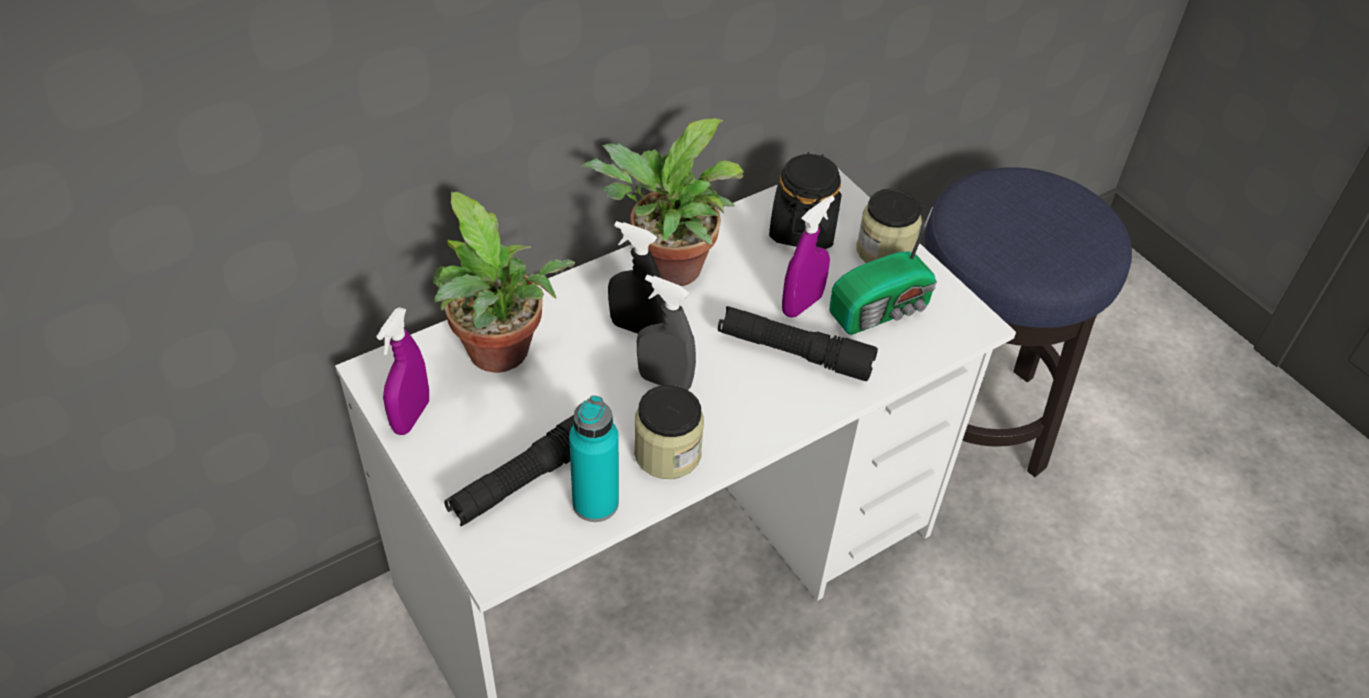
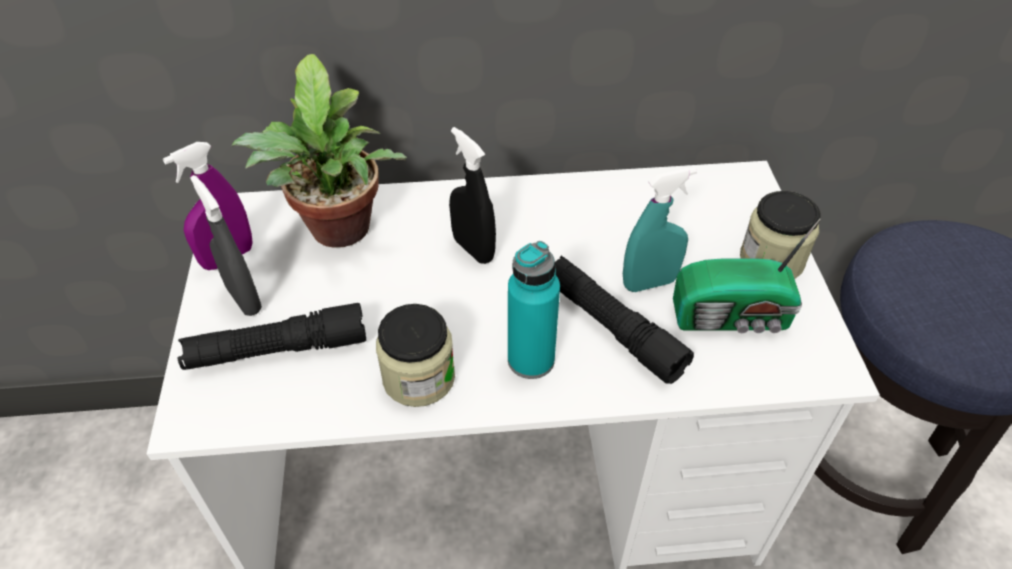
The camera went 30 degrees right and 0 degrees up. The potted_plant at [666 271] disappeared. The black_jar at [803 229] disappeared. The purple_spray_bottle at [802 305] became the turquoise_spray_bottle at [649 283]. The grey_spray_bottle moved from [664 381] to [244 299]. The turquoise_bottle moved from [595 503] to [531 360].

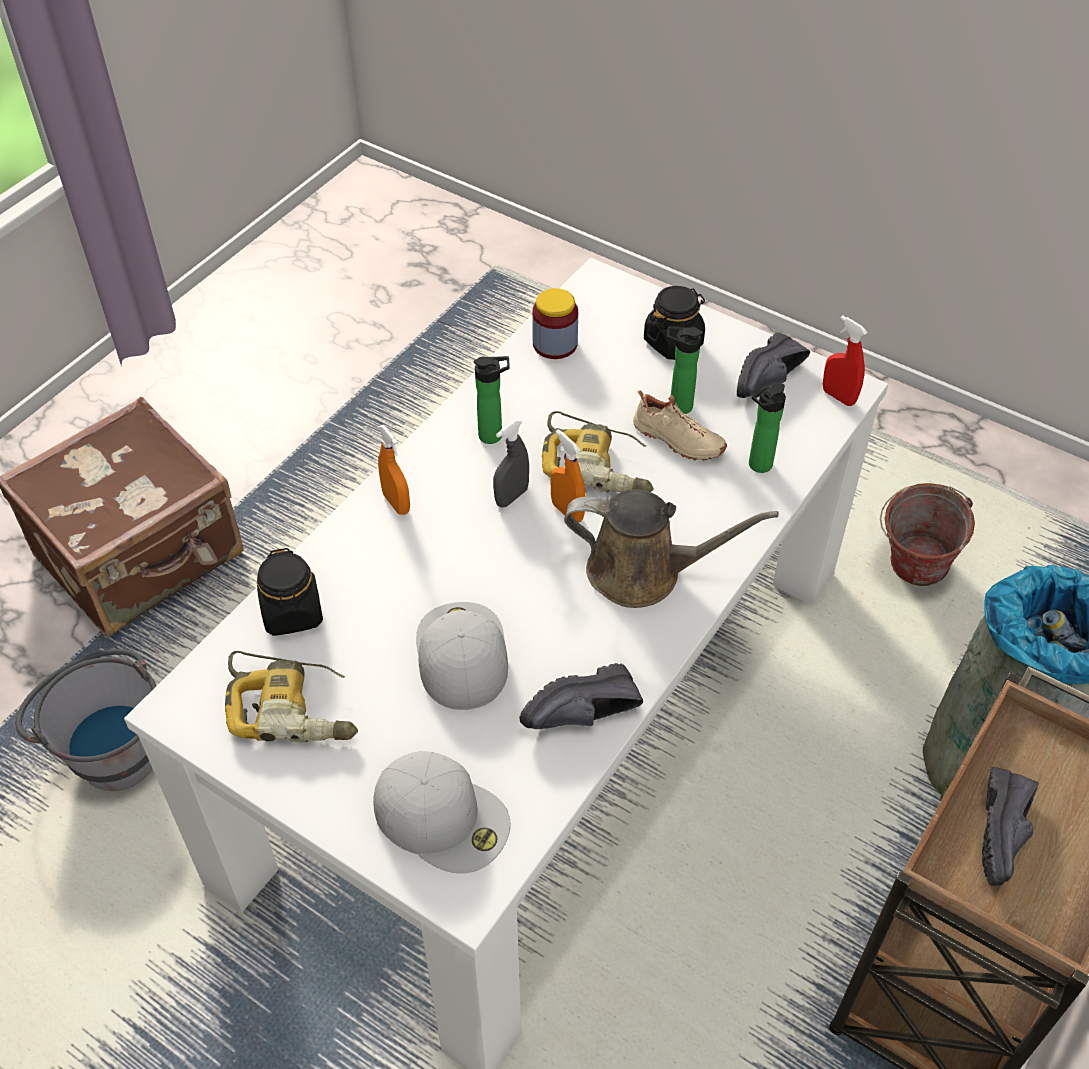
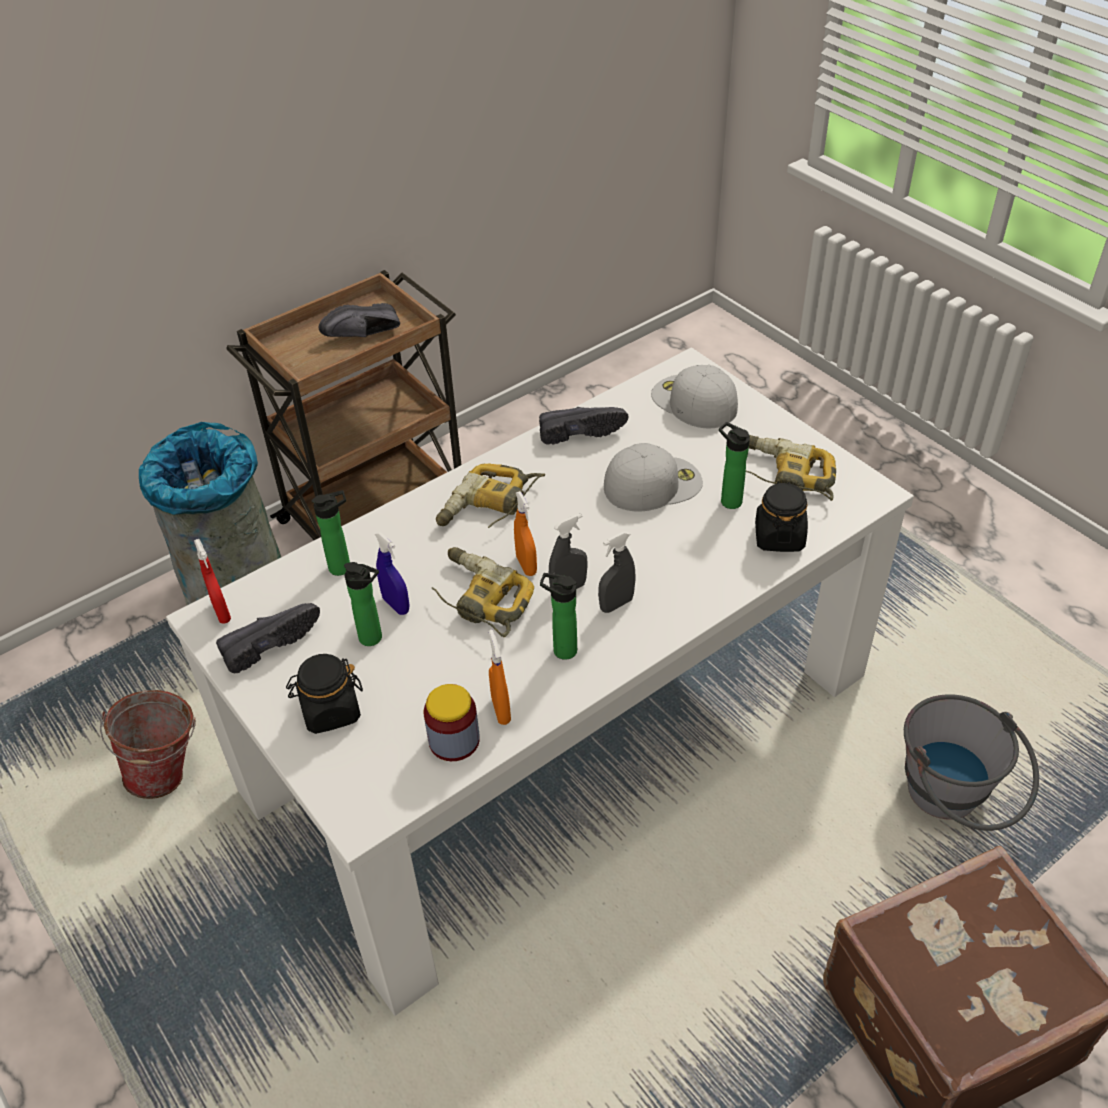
The camera went 160 degrees left and 5 degrees down. The beige_shoe at [677 441] was replaced by the blue_spray_bottle at [396 605]. The orange_spray_bottle moved from [396 503] to [501 710]. The brown_watering_can at [643 572] was replaced by the power_drill at [489 507]. The white_cap at [460 654] turned 120 degrees counterclockwise. The black_shoe at [1006 836] turned 150 degrees counterclockwise. The bottle at [728 500] appeared. The grey_spray_bottle at [616 604] appeared.

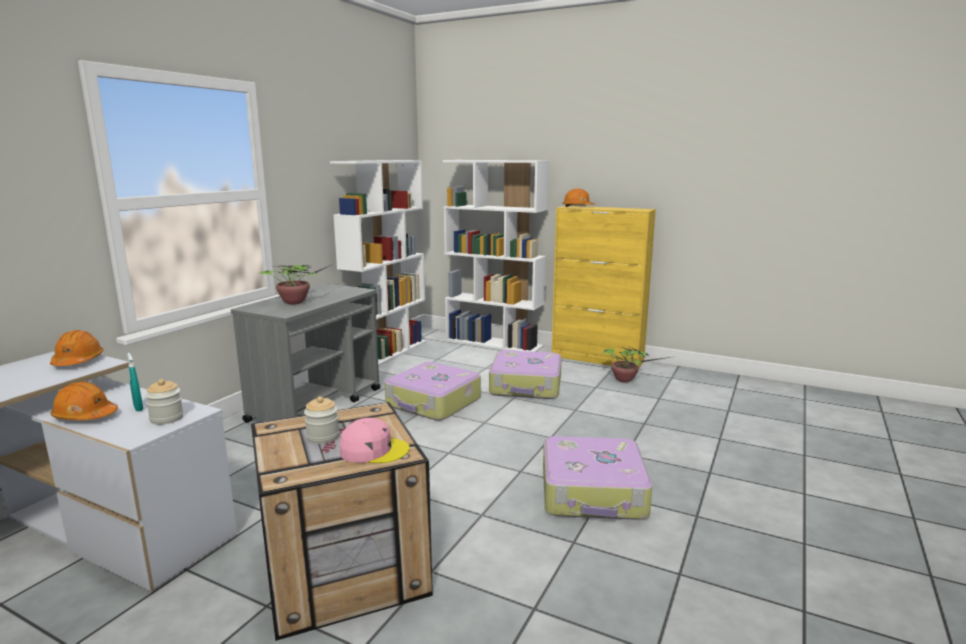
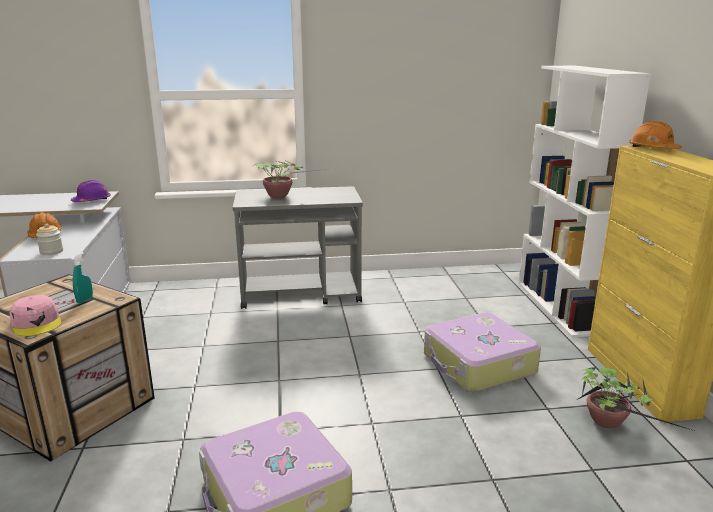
The camera went 55 degrees right and 5 degrees up. The white_bookcase at [387 353] disappeared. The orange_hard_hat at [78 361] became the purple_hard_hat at [92 201]. The turquoise_spray_bottle moved from [138 408] to [85 300]. The suitcase at [433 402] disappeared. The jar at [323 437] disappeared.

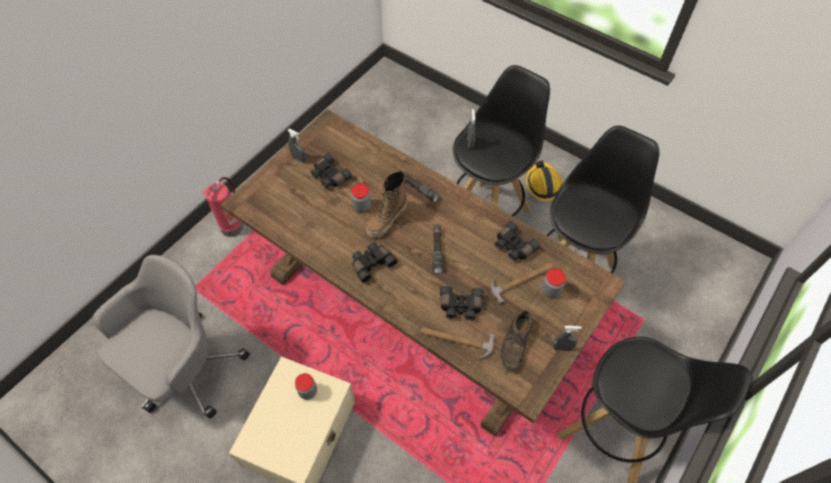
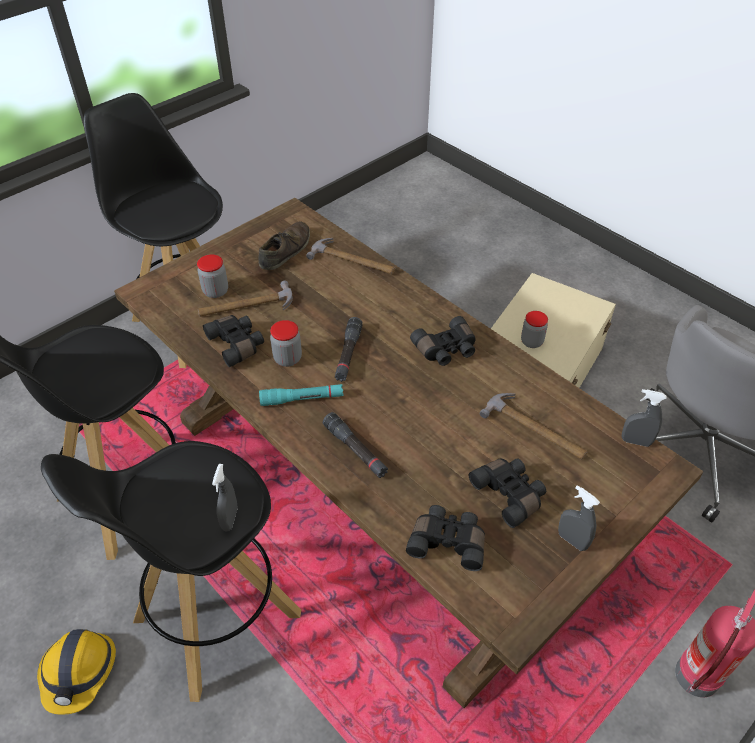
The camera went 170 degrees left and 10 degrees down. The boot at [387 219] disappeared. The jar moved from [361 206] to [287 359]. The black_binoculars moved from [460 307] to [448 541]. The grey_spray_bottle moved from [562 348] to [636 441]. The turquoise_flashlight at [302 399] appeared. The hammer at [535 430] appeared.

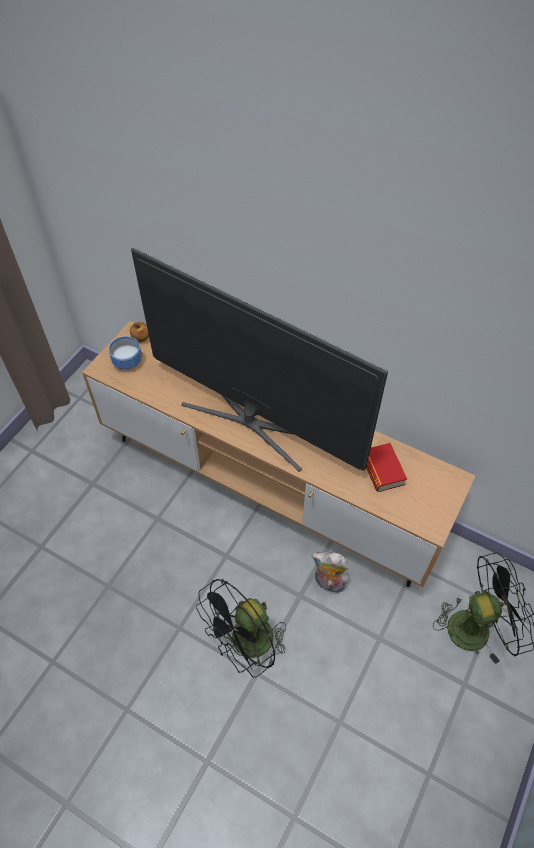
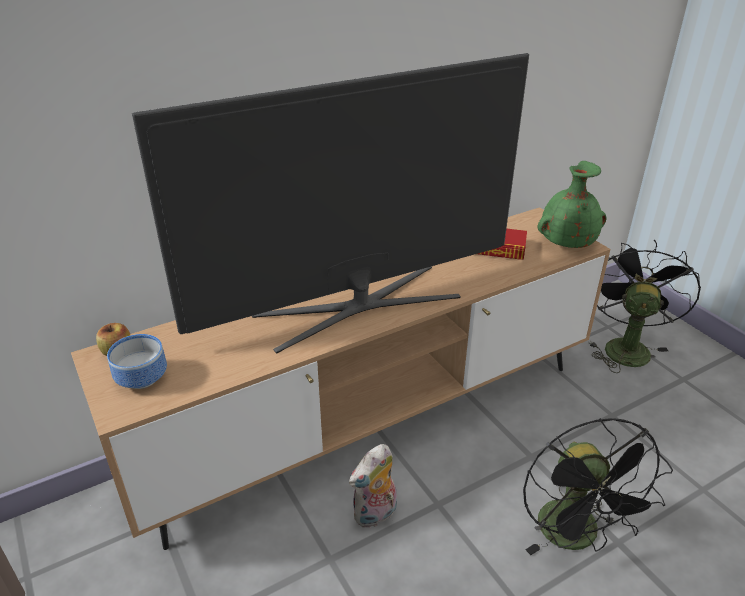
The camera went 60 degrees left and 20 degrees down. The plush_toy moved from [328 583] to [375 515]. The green_vase at [566 244] appeared.

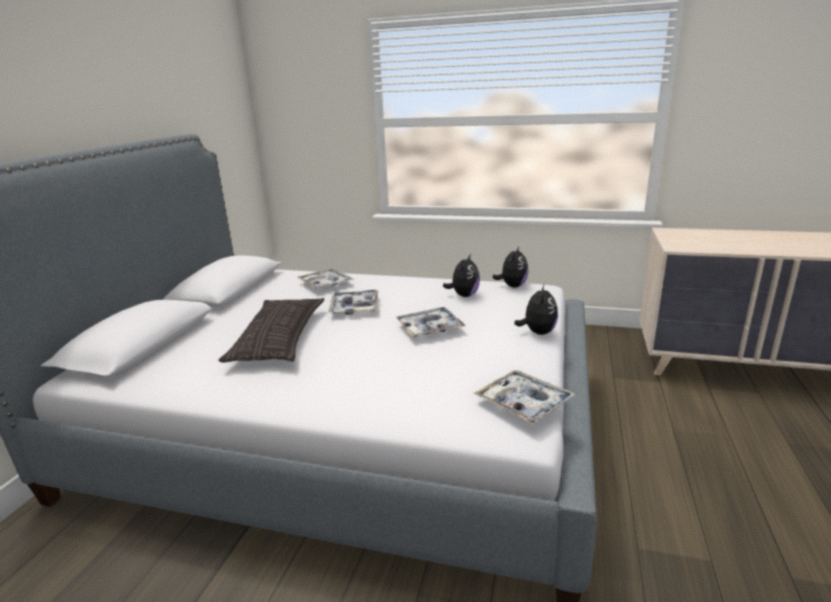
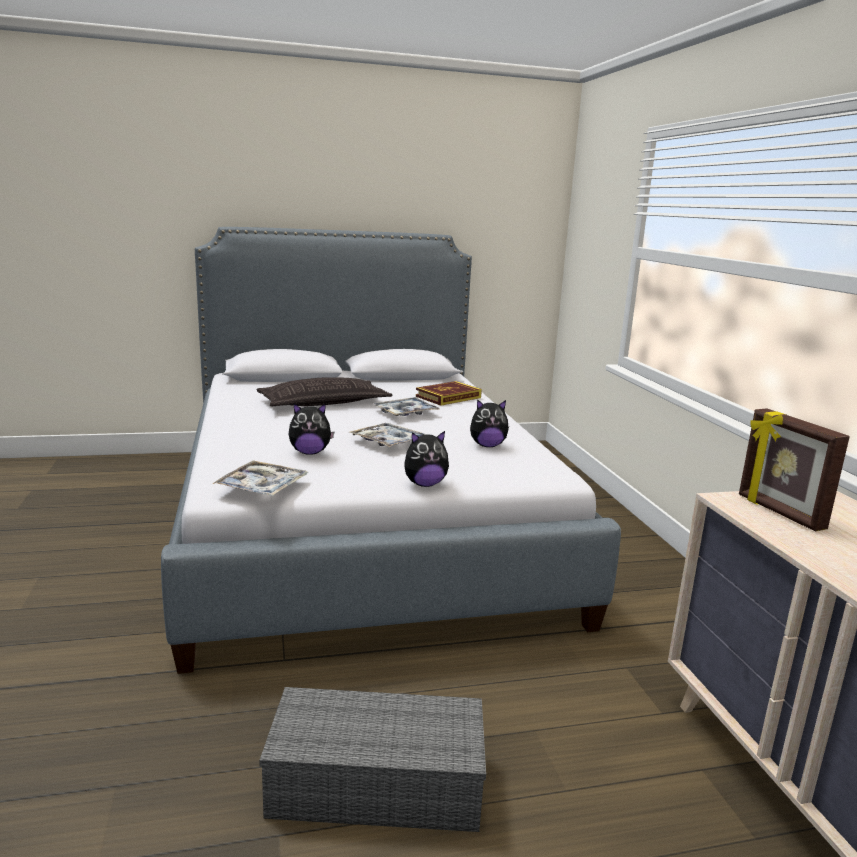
The camera went 60 degrees right and 5 degrees down. The plush_toy moved from [512 286] to [310 452]. The tray at [325 284] was replaced by the book at [448 397]. The picture_frame at [779 512] appeared. The grey_storage_box at [379 781] appeared.

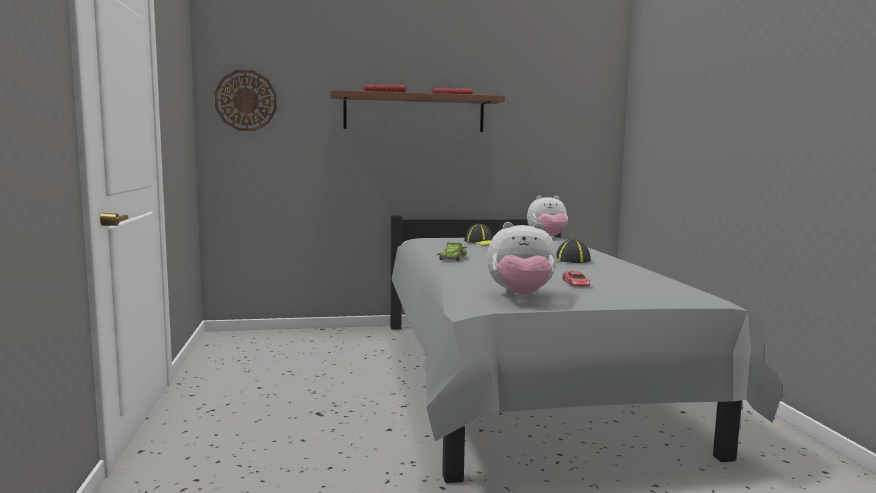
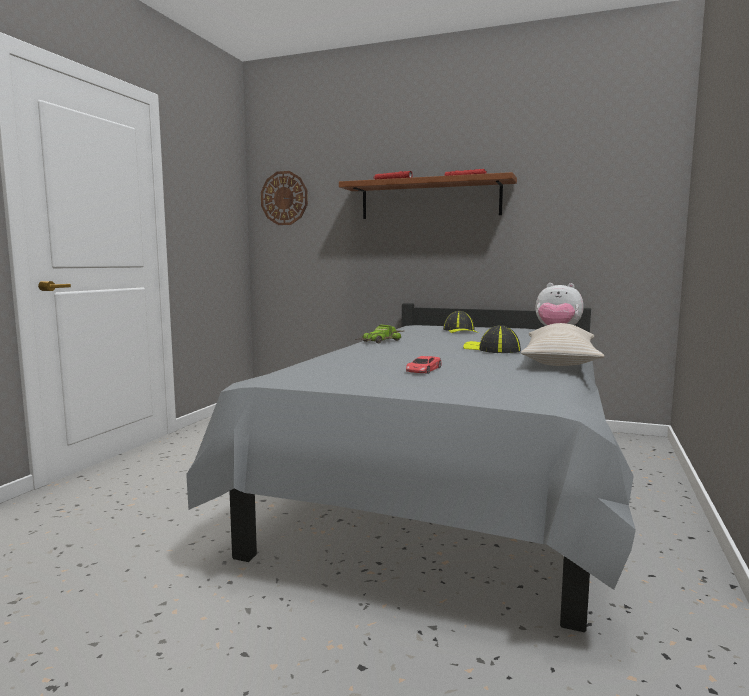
The camera went 30 degrees right and 0 degrees up. The plush_toy at [521 297] disappeared. The beige_pillow at [560 360] appeared.

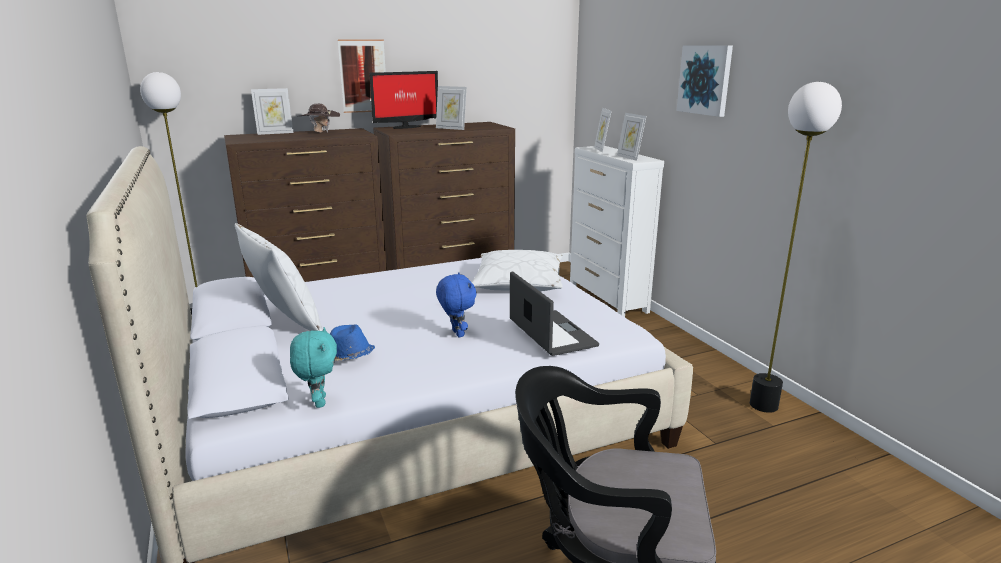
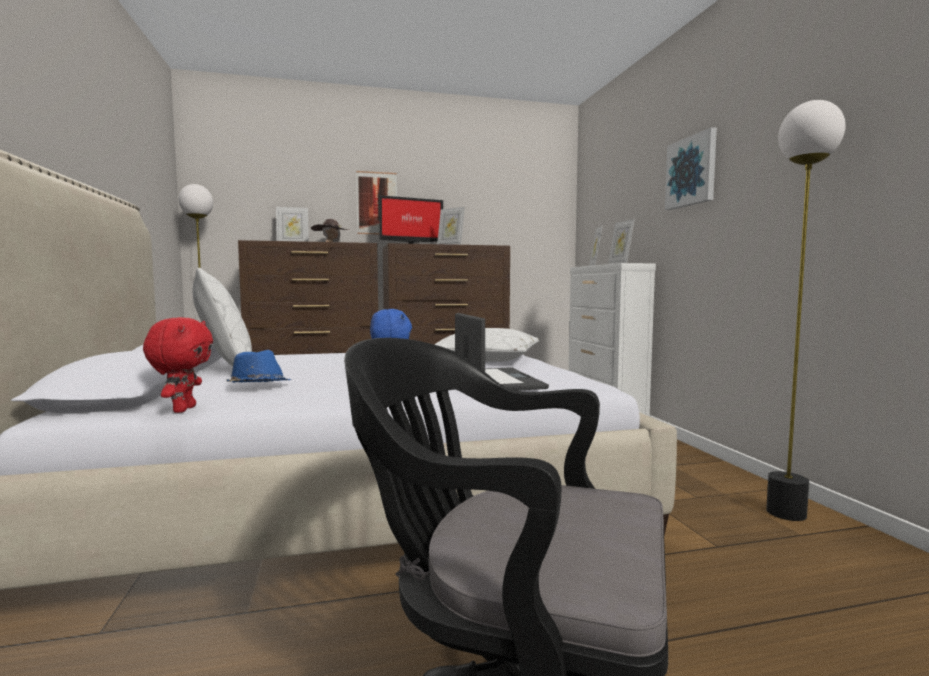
The camera went 10 degrees right and 15 degrees down. The turquoise_plush_toy at [318 402] became the red_plush_toy at [182 409].

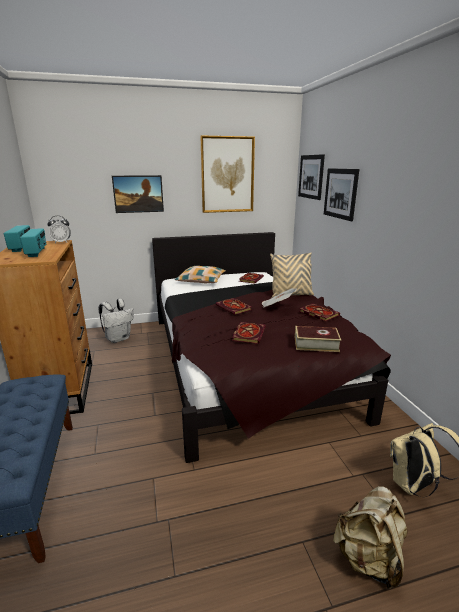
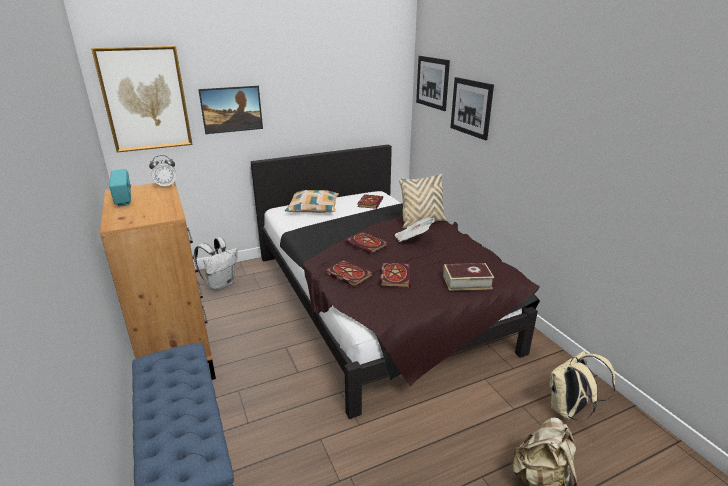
The camera went 10 degrees left and 5 degrees up. The picture moved from [227 175] to [145 99]. The radio at [37 252] disappeared. The book moved from [317 313] to [347 275].

